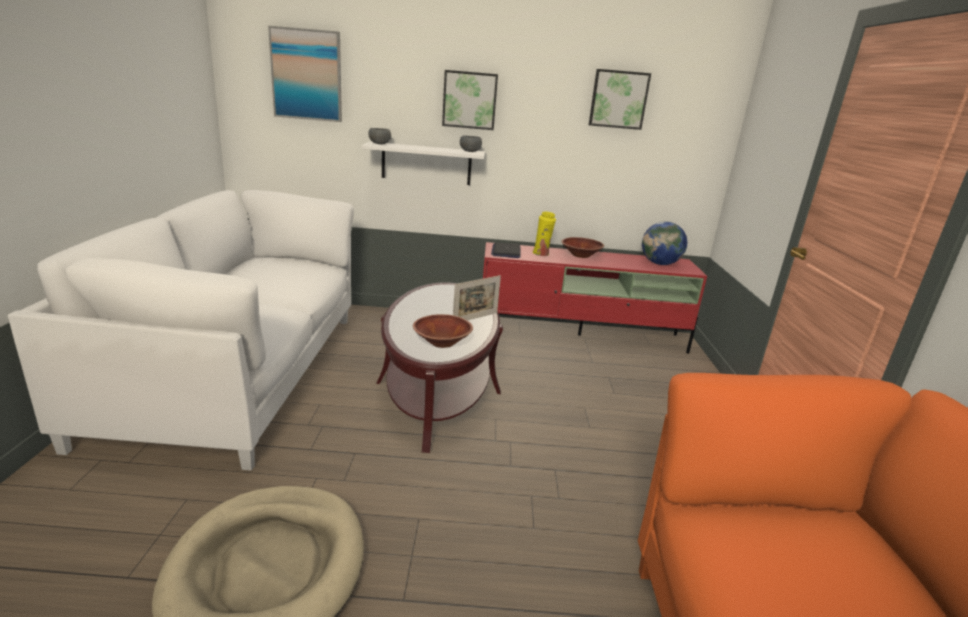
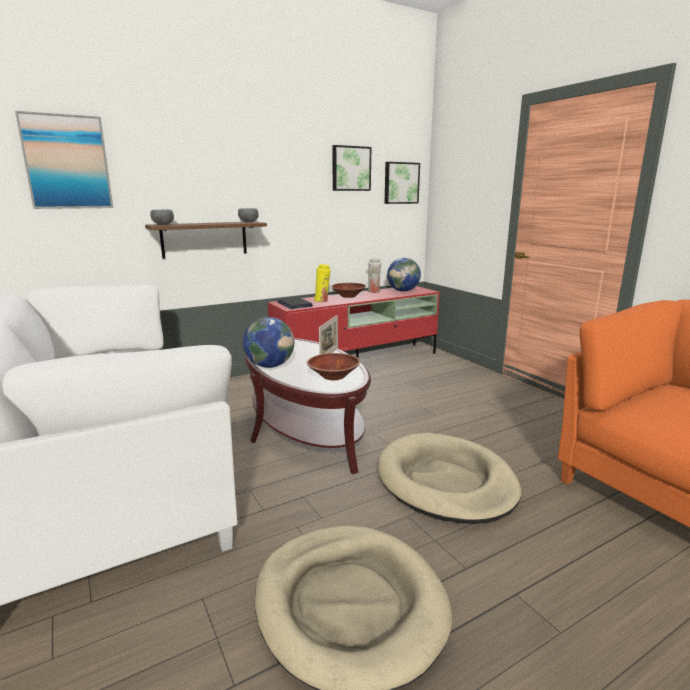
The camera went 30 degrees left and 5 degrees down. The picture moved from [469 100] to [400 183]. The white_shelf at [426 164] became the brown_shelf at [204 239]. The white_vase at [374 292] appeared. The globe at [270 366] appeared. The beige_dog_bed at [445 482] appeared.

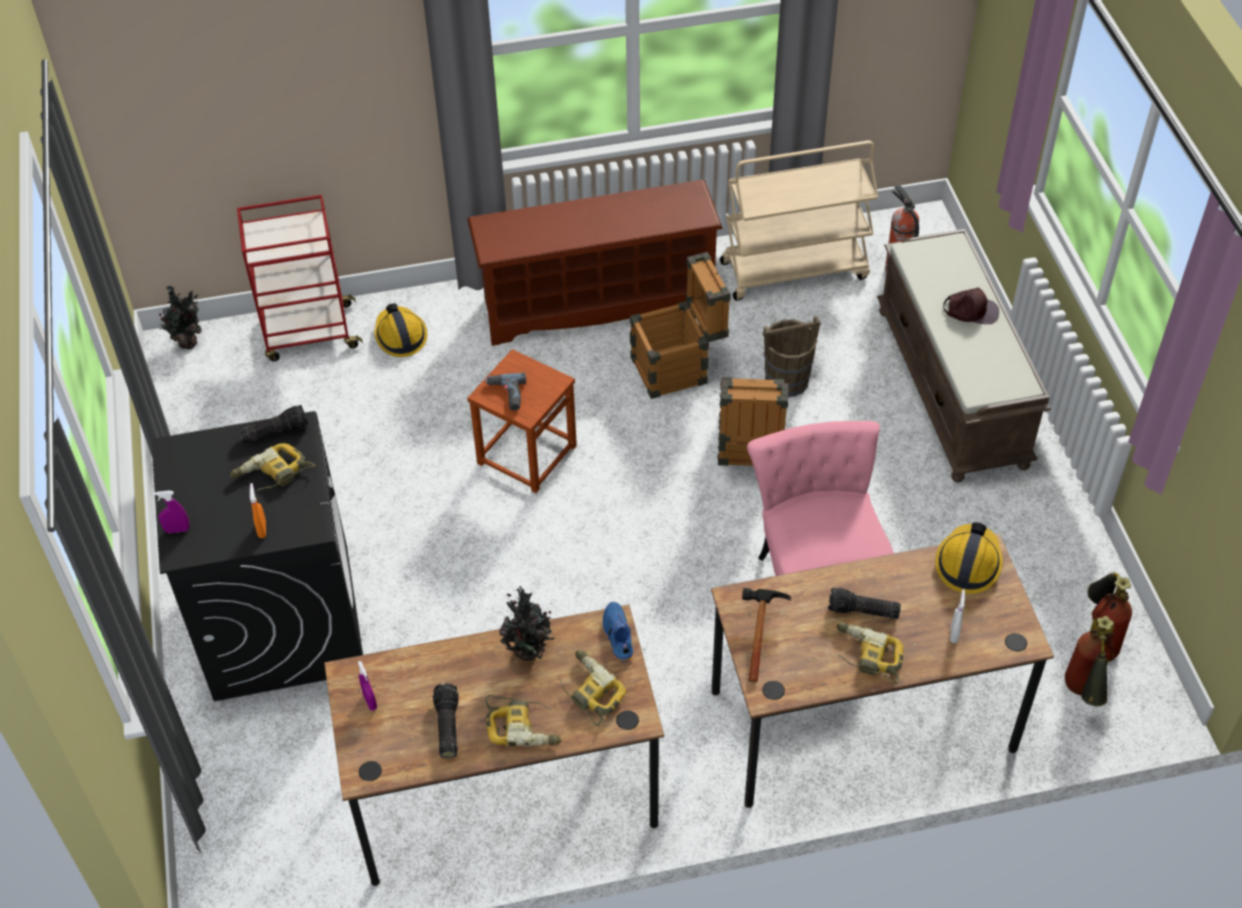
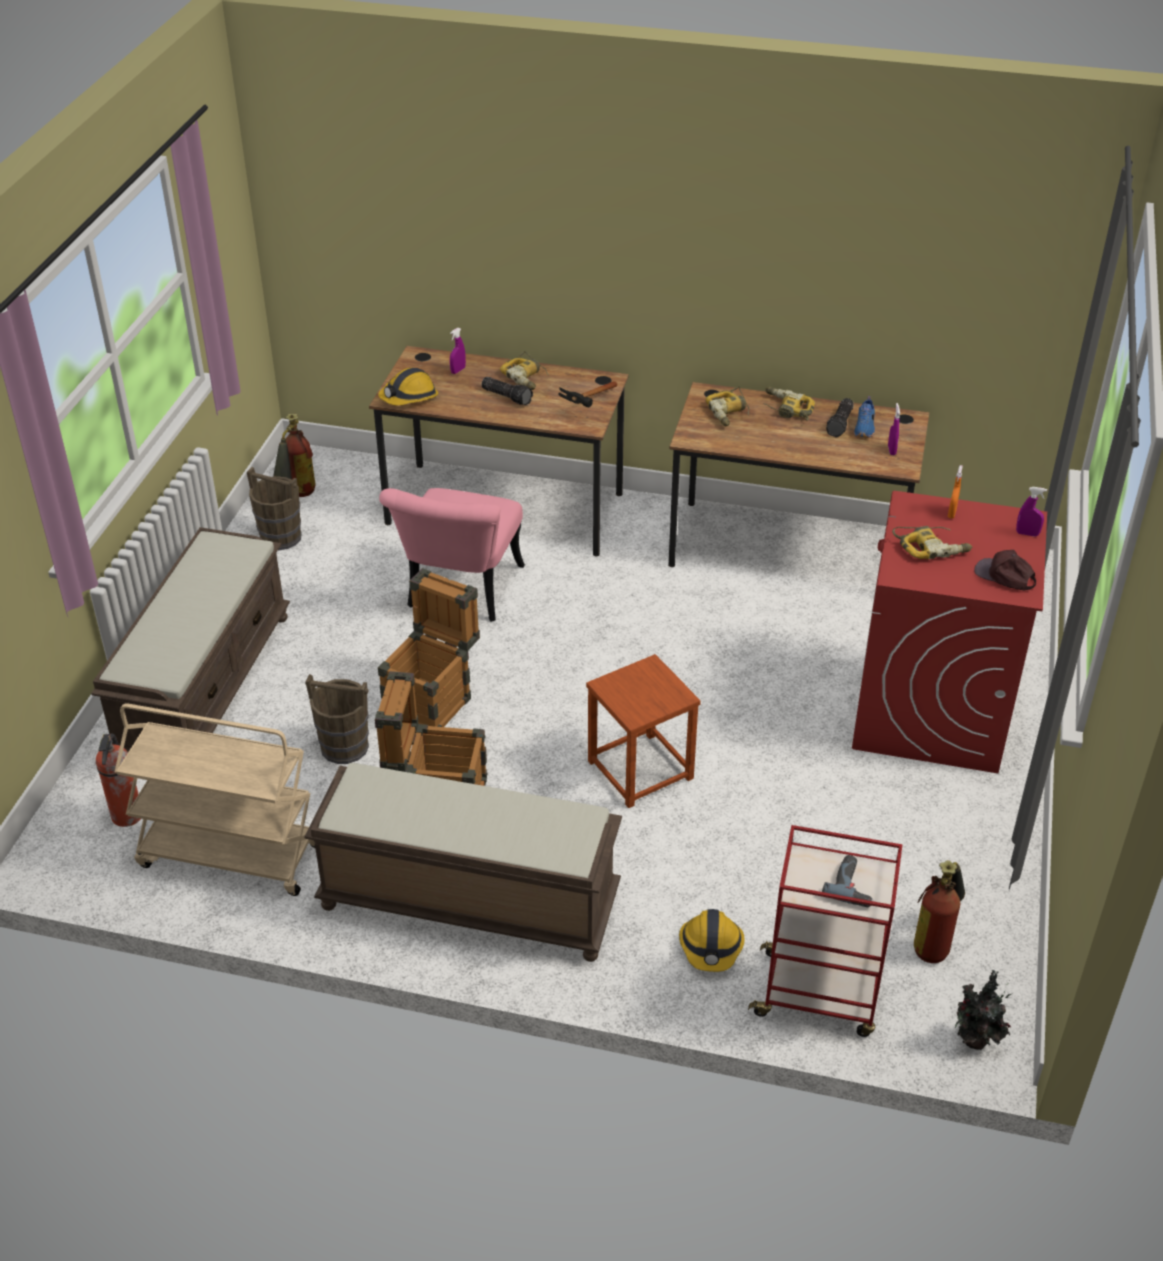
The camera went 155 degrees left and 10 degrees down. The brown_shoe_rack at [597 302] was replaced by the brown_bench at [467 902]. The brown_cap moved from [971 310] to [1005 576]. The power_drill moved from [506 395] to [852 886]. The flashlight at [275 431] disappeared. The black_washing_machine at [281 620] became the red_washing_machine at [931 711]. The potted_plant at [529 653] disappeared. The white_spray_bottle at [954 634] became the purple_spray_bottle at [458 370]. The blue_shoe moved from [617 636] to [865 428]. The fire_extinguisher moved from [1082 695] to [935 940]. The brown_bucket at [281 537] appeared.

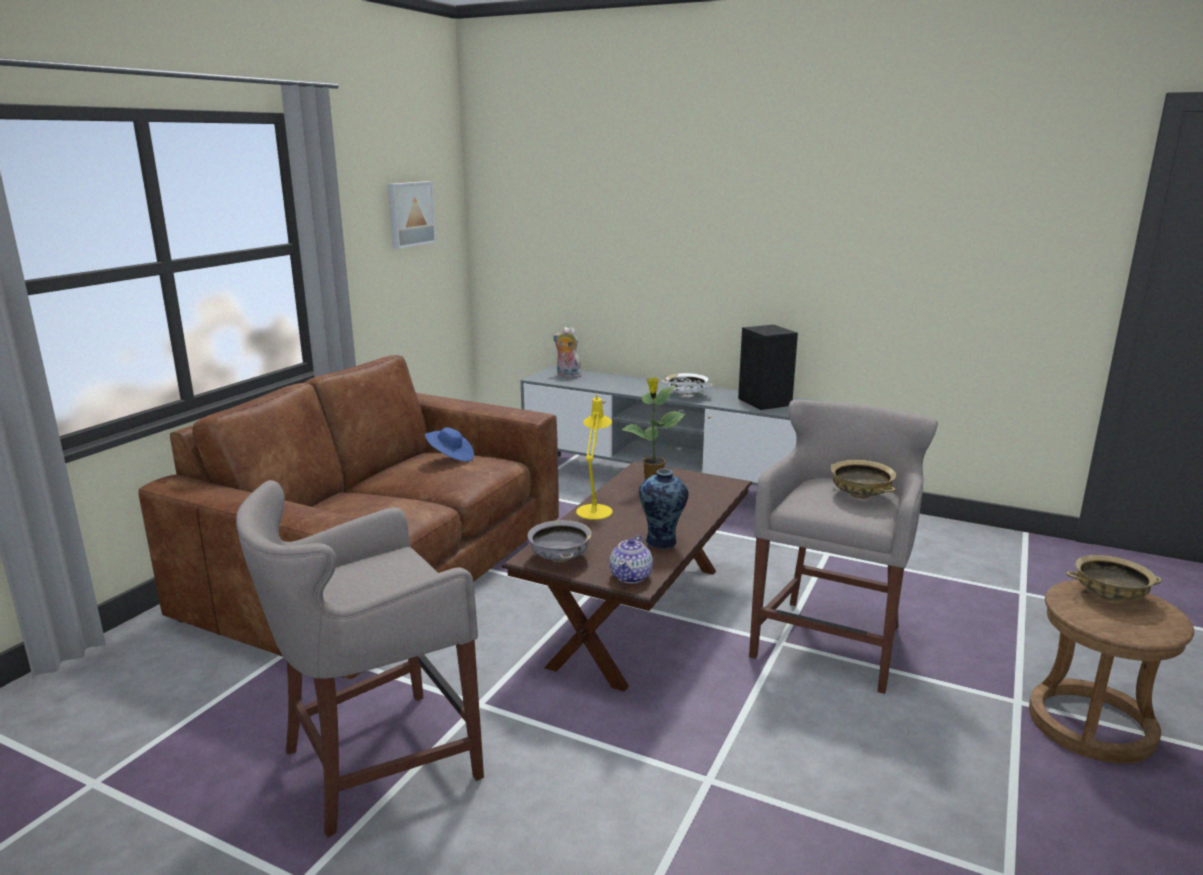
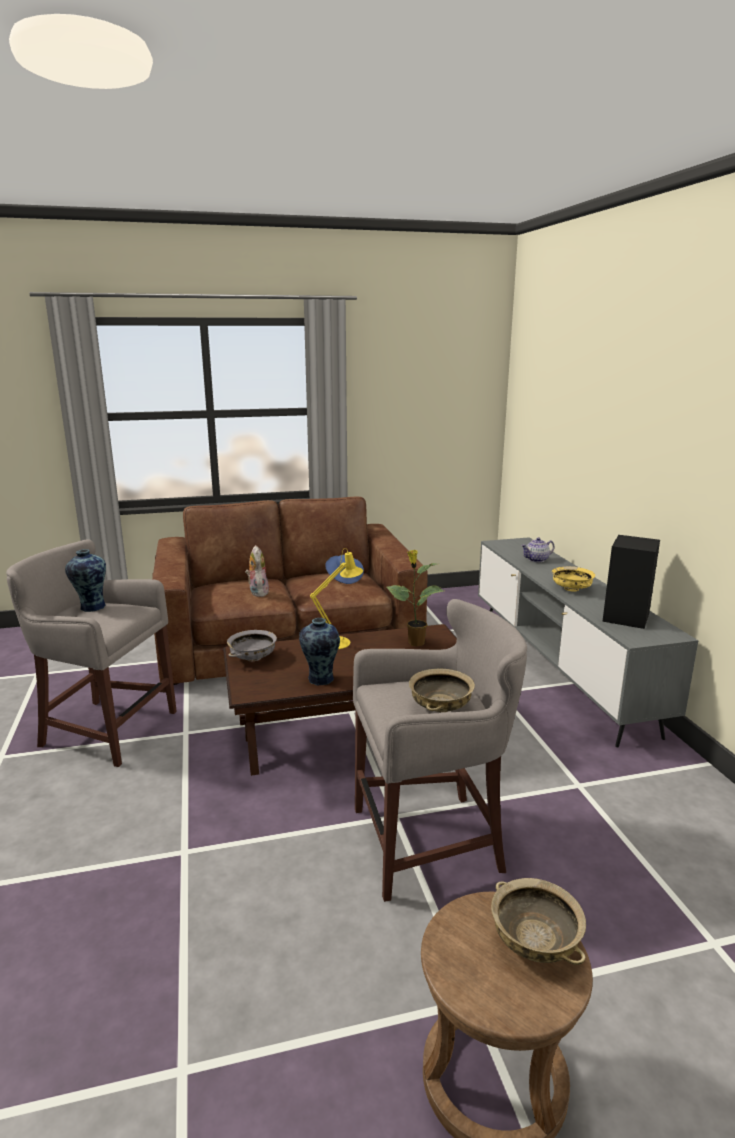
The camera went 50 degrees right and 0 degrees up. The picture at [409 214] disappeared. The plush_toy moved from [567 375] to [257 592]. The white_bowl at [686 395] became the yellow_bowl at [571 589]. The teapot moved from [631 576] to [537 560]. The vase at [91 607] appeared.

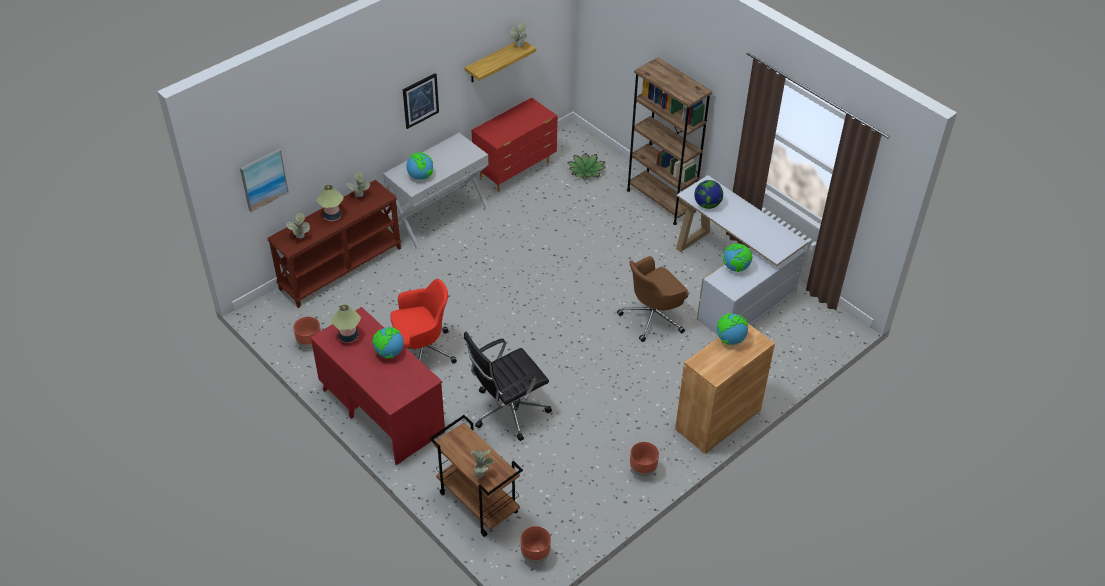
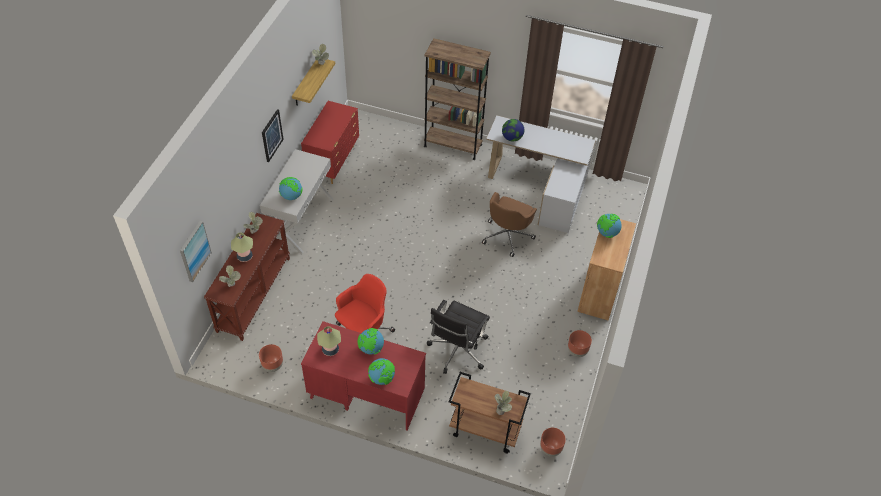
The camera went 30 degrees left and 5 degrees up. The potted_plant at [586 171] disappeared. The globe moved from [736 268] to [382 378].

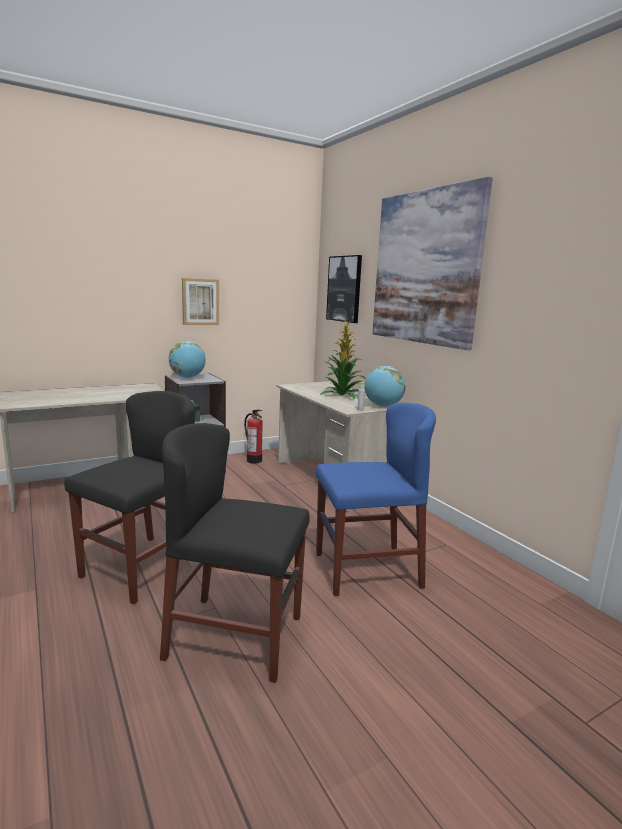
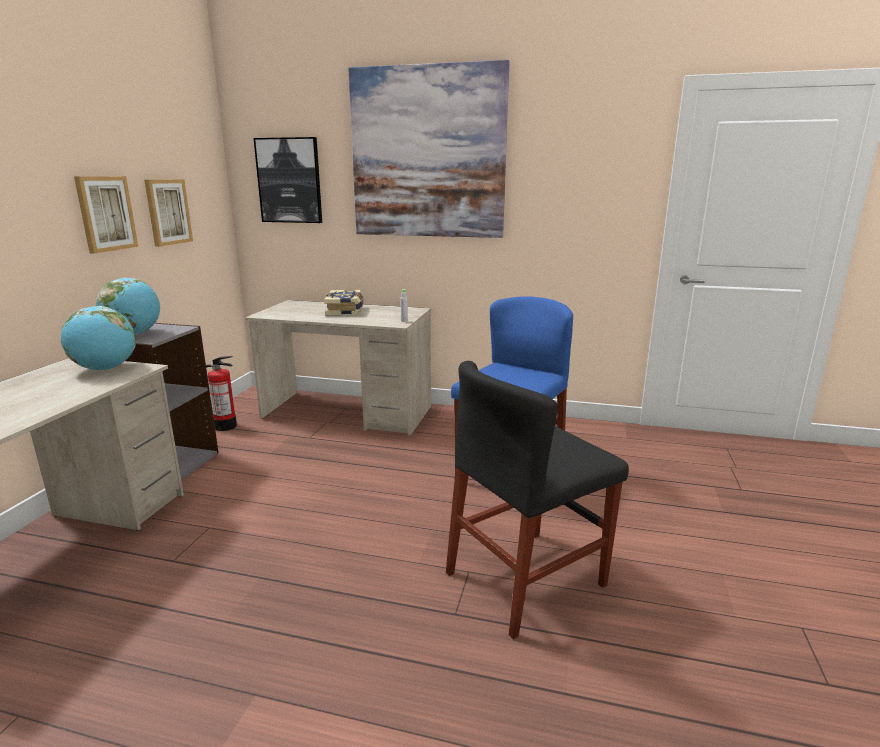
The camera went 45 degrees left and 5 degrees up. The potted_plant at [343 395] was replaced by the book at [345 311]. The globe moved from [383 406] to [105 369]. The black_chair at [143 568] disappeared. The picture at [168 212] appeared.

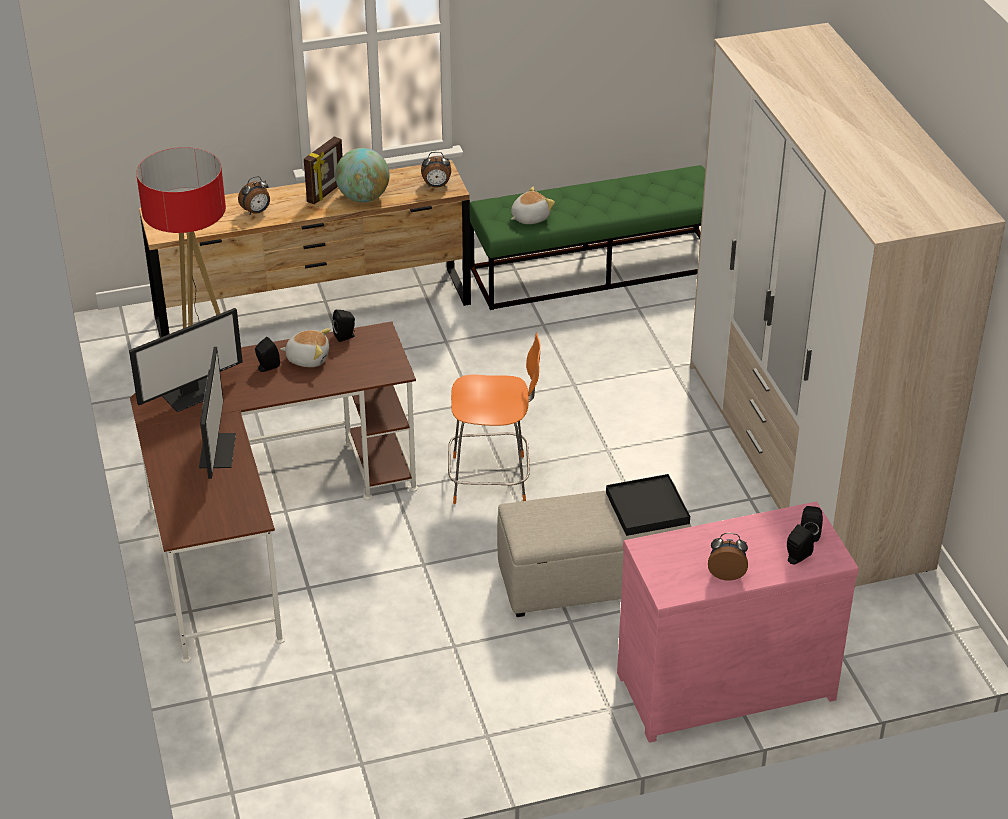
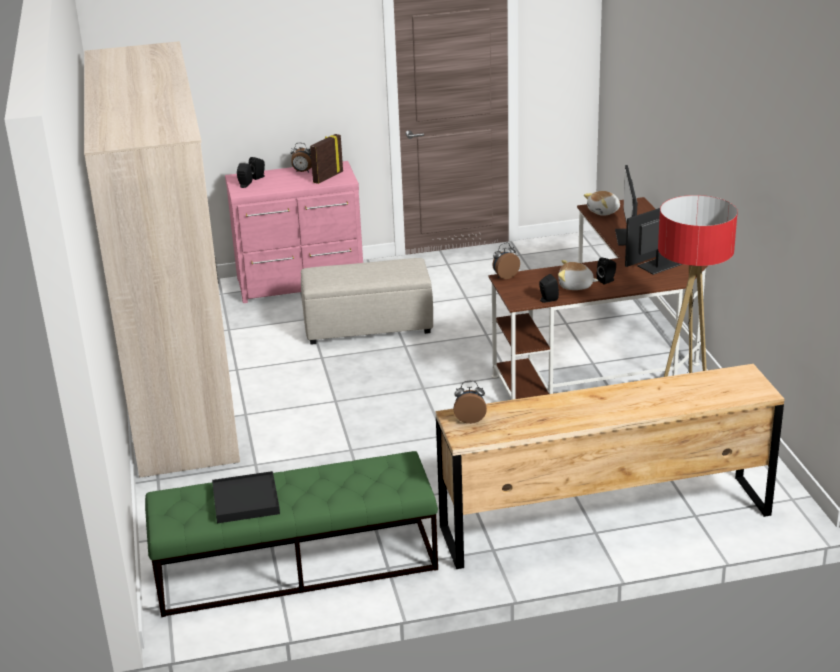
The camera went 175 degrees left and 10 degrees down. The picture_frame moved from [326 192] to [327 177]. The globe at [363 198] disappeared. The alarm_clock moved from [256 212] to [505 276]. The plush_toy moved from [529 217] to [604 212]. The orange_chair at [493 479] disappeared. The black_tray moved from [647 508] to [245 500].

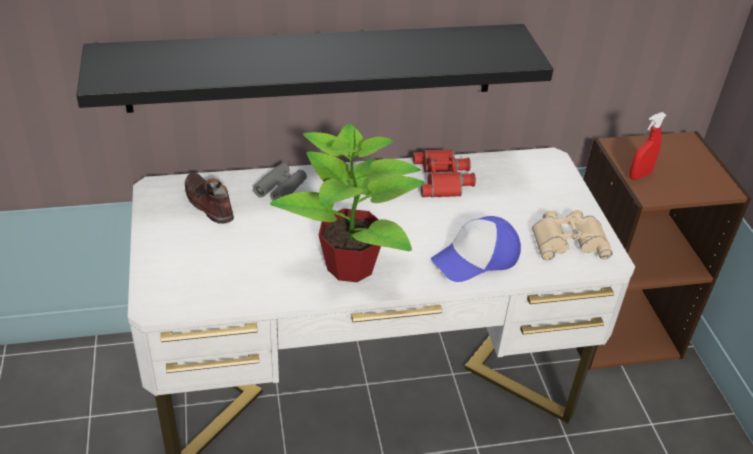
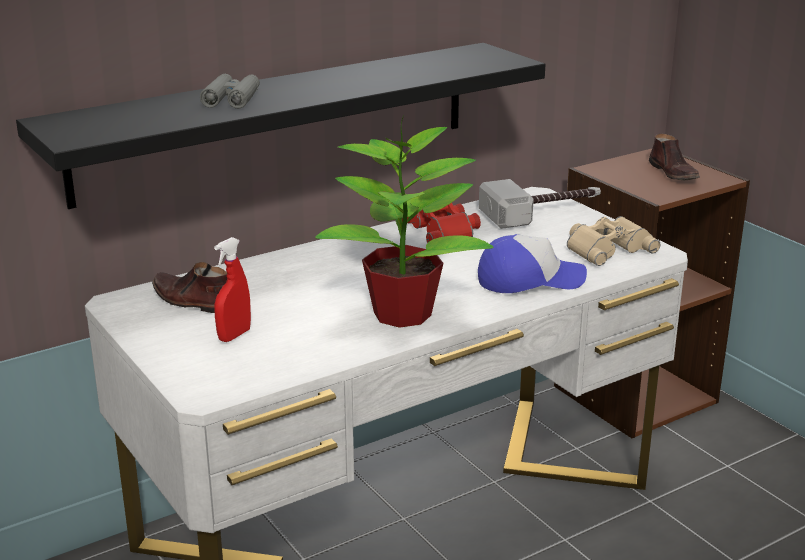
The camera went 20 degrees left and 15 degrees down. The red_spray_bottle moved from [639 175] to [234 335]. The grey_binoculars moved from [281 188] to [231 99]. The cap at [476 258] turned 135 degrees counterclockwise. The brown_shoe at [674 173] appeared. The hammer at [543 212] appeared.

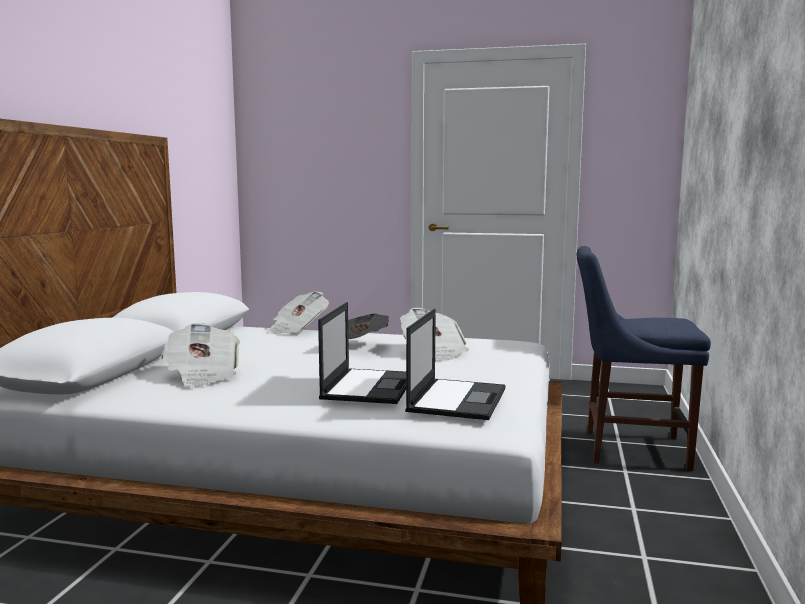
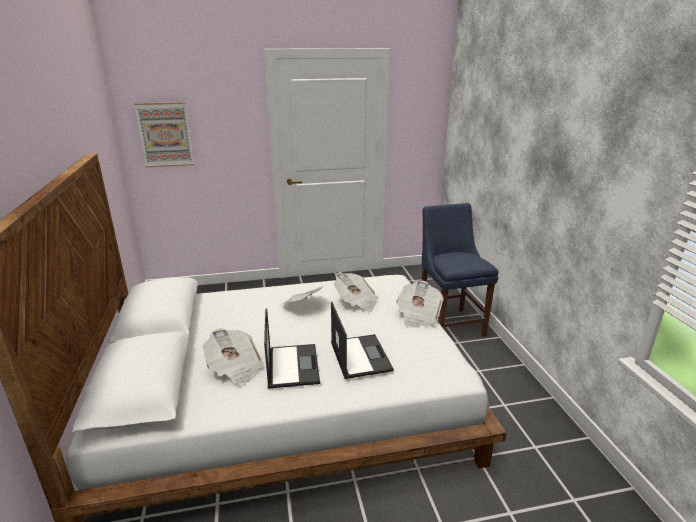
The camera went 25 degrees left and 15 degrees up. The blue_chair at [629 449] turned 90 degrees clockwise. The newspaper moved from [297 329] to [417 316]. The laptop moved from [457 399] to [292 365]. The picture at [165 134] appeared.

